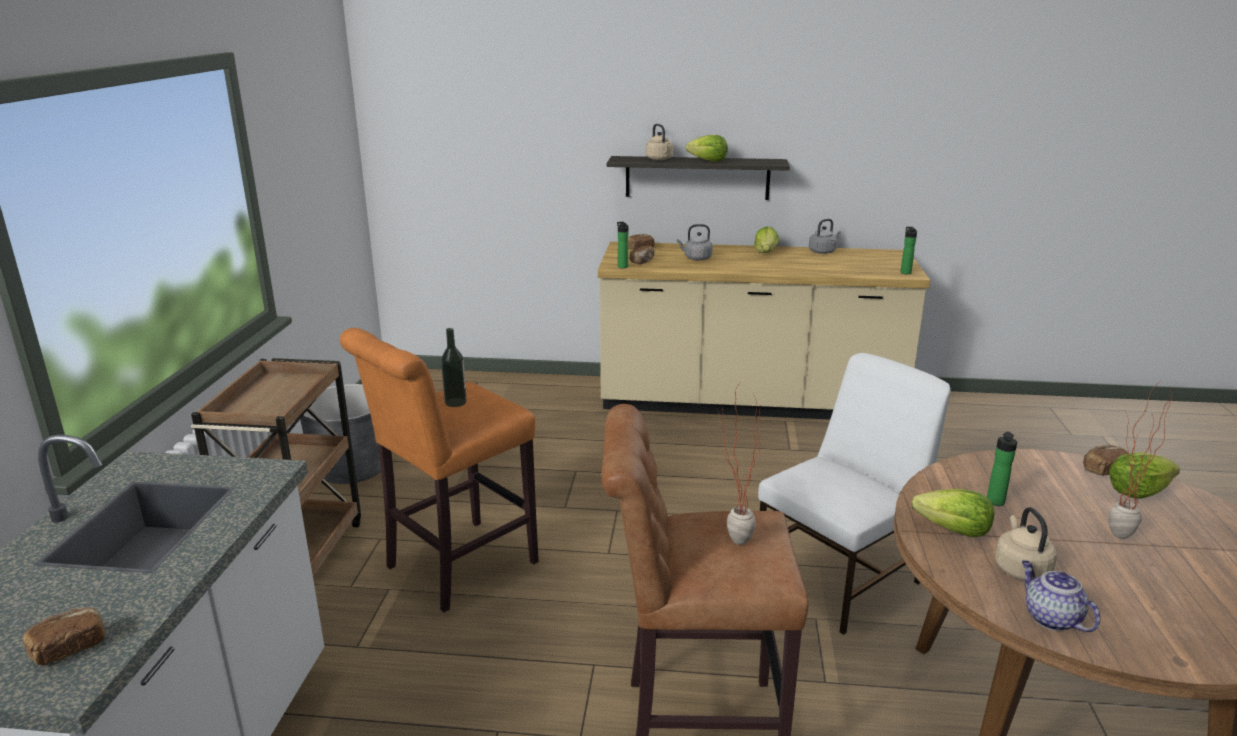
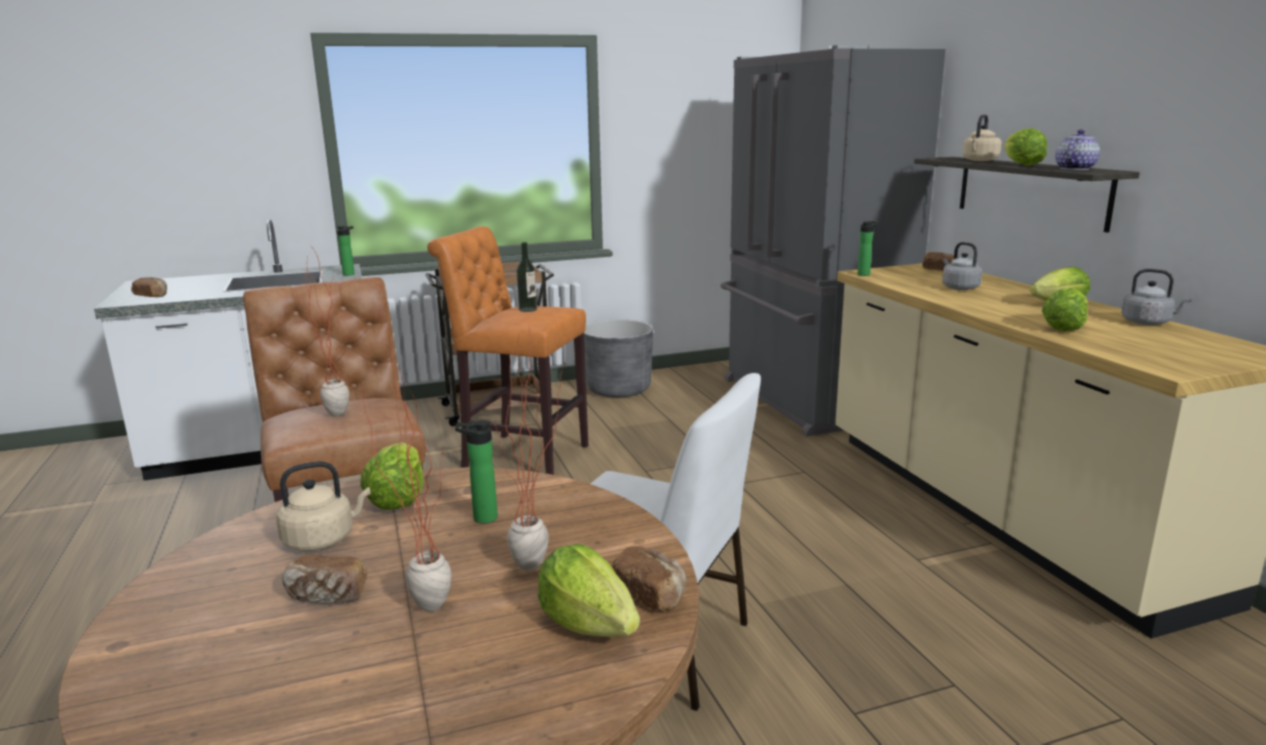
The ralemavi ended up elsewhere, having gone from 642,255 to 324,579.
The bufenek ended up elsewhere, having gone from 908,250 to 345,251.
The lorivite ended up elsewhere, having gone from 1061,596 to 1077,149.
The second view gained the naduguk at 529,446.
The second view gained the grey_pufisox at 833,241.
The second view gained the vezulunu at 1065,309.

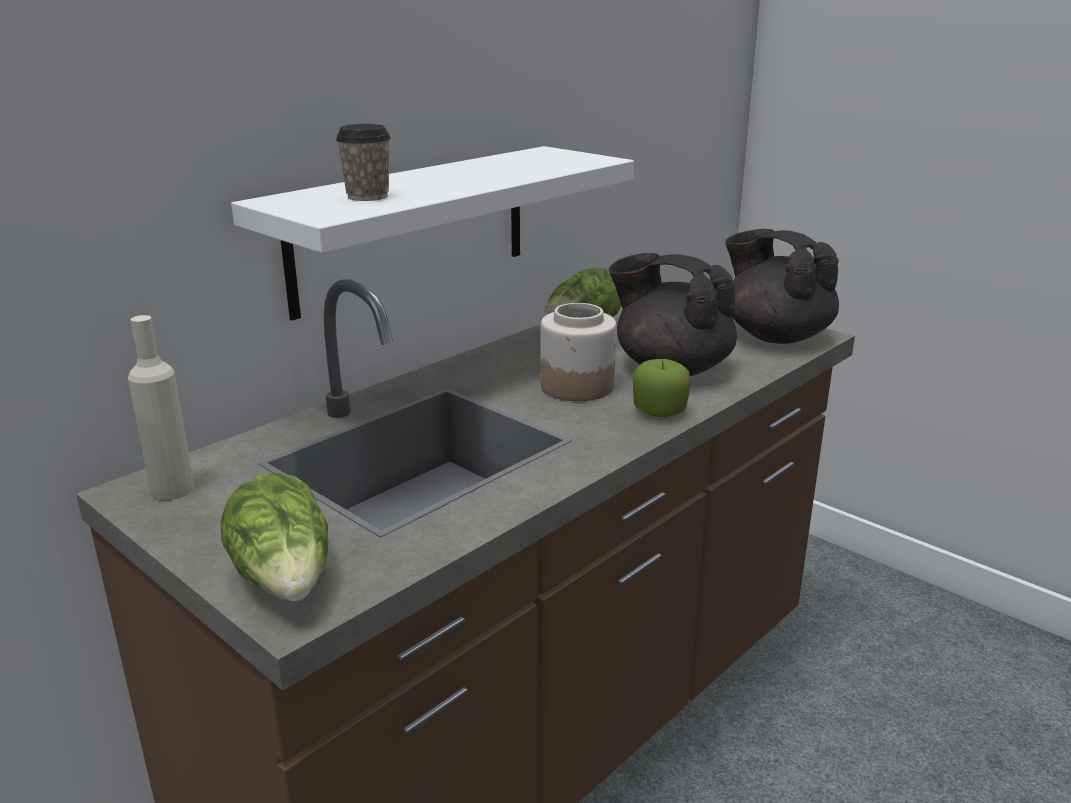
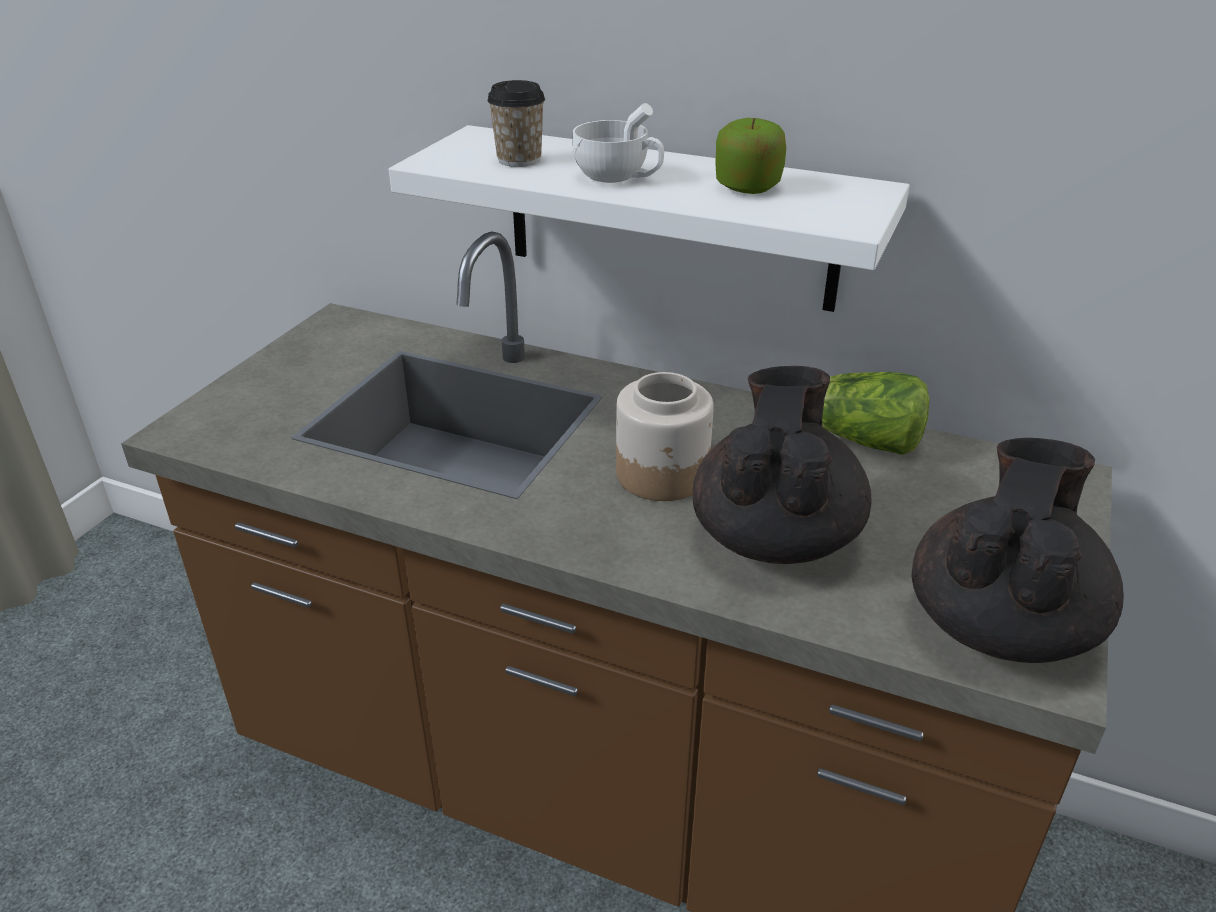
The second view lost the beige_bufenek at 161,407.
The second view lost the vezulunu at 274,537.
The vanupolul ended up elsewhere, having gone from 662,388 to 750,156.
The second view gained the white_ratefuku at 618,143.

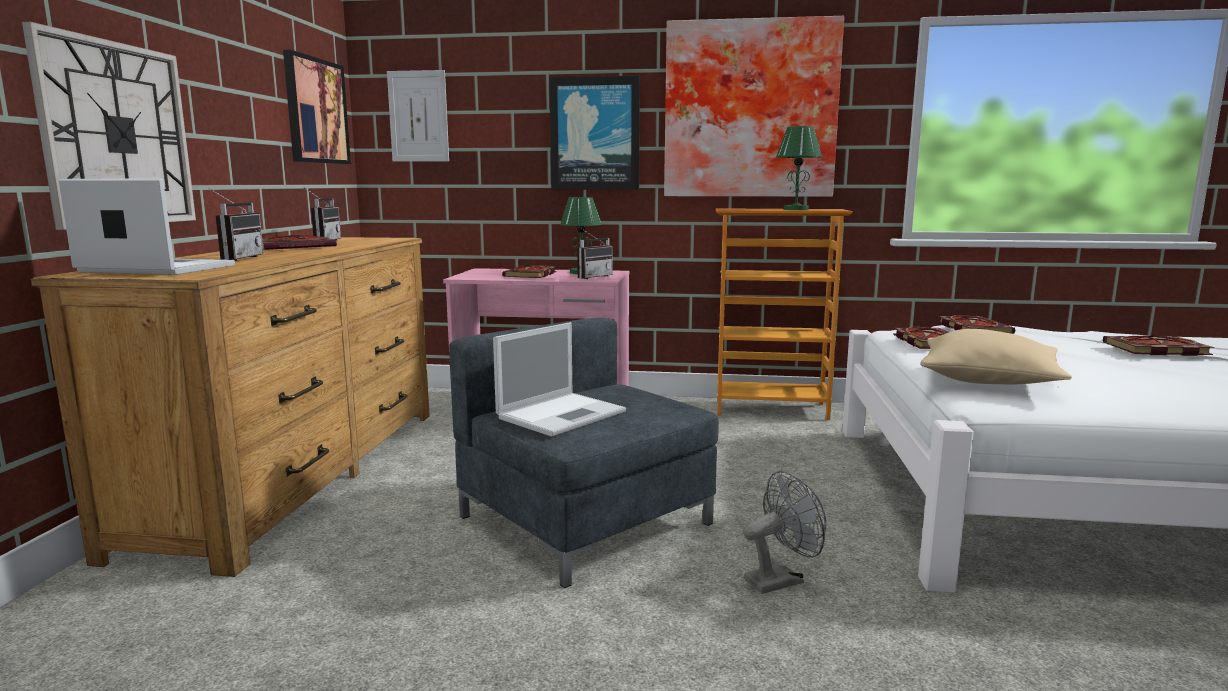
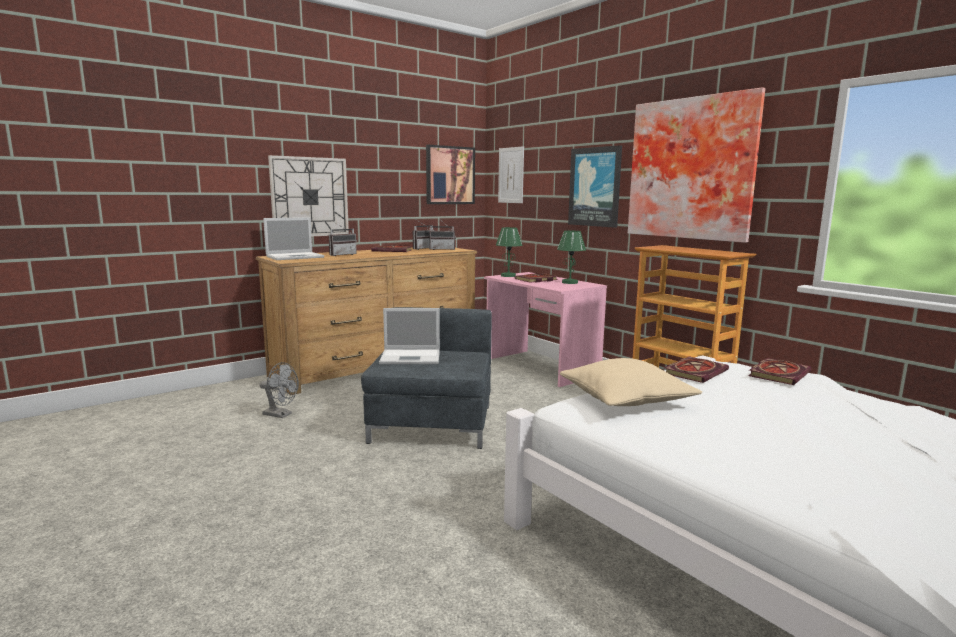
The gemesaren at 147,227 ended up facing another way, 90 degrees clockwise from before.
The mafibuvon ended up elsewhere, having gone from 594,253 to 442,235.
The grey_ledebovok ended up elsewhere, having gone from 784,532 to 279,390.
The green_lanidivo ended up elsewhere, having gone from 799,168 to 509,252.
The second view lost the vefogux at 1158,345.

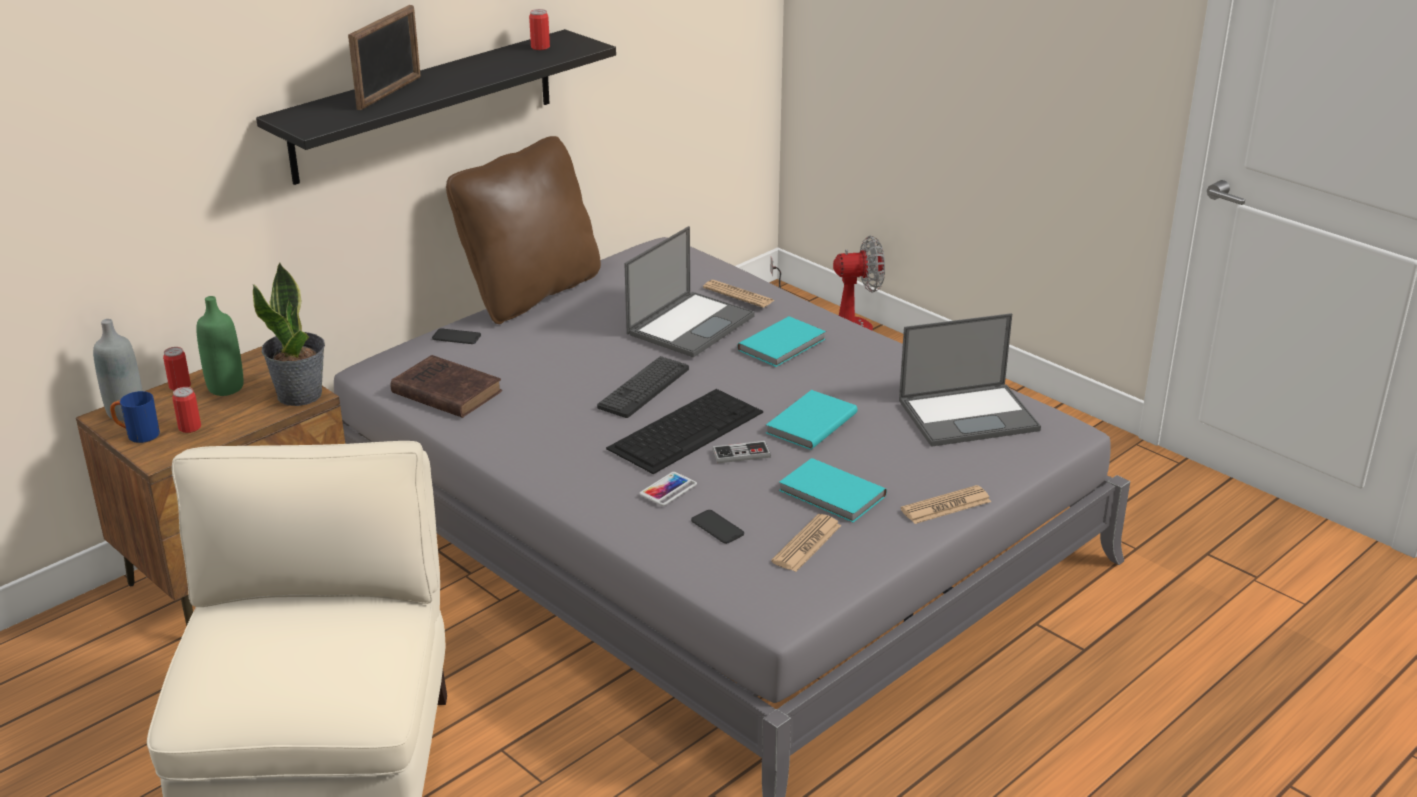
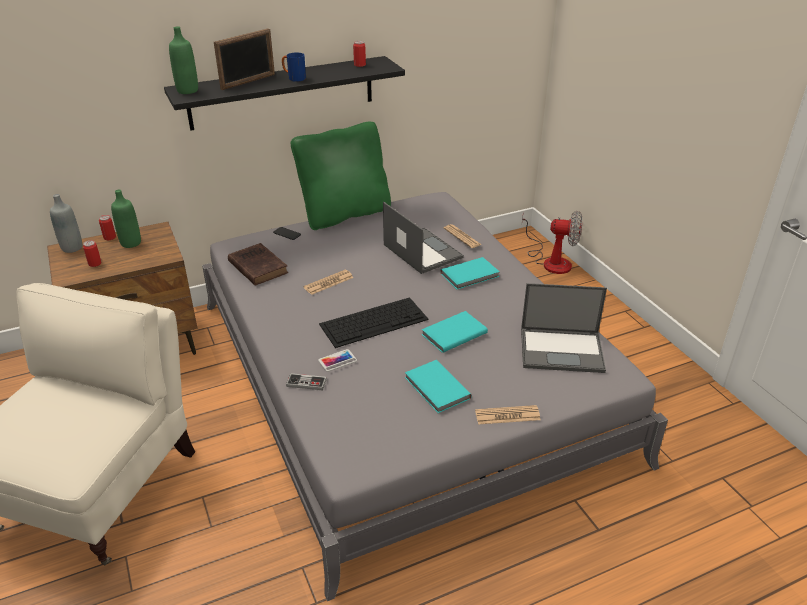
The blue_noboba ended up elsewhere, having gone from 135,417 to 294,67.
The second view lost the naduguk at 289,334.
What was the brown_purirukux at 523,230 turned into the green_purirukux at 341,176.
The second view lost the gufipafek at 643,387.
The gemesaren at 689,292 ended up facing another way, 90 degrees counterclockwise from before.
The second view lost the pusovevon at 717,527.
The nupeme ended up elsewhere, having gone from 741,452 to 306,381.
The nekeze ended up elsewhere, having gone from 806,543 to 328,282.
The second view gained the green_bufenek at 183,60.

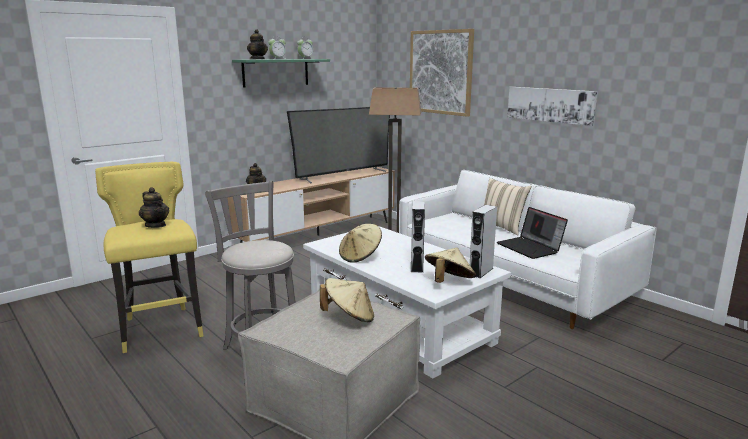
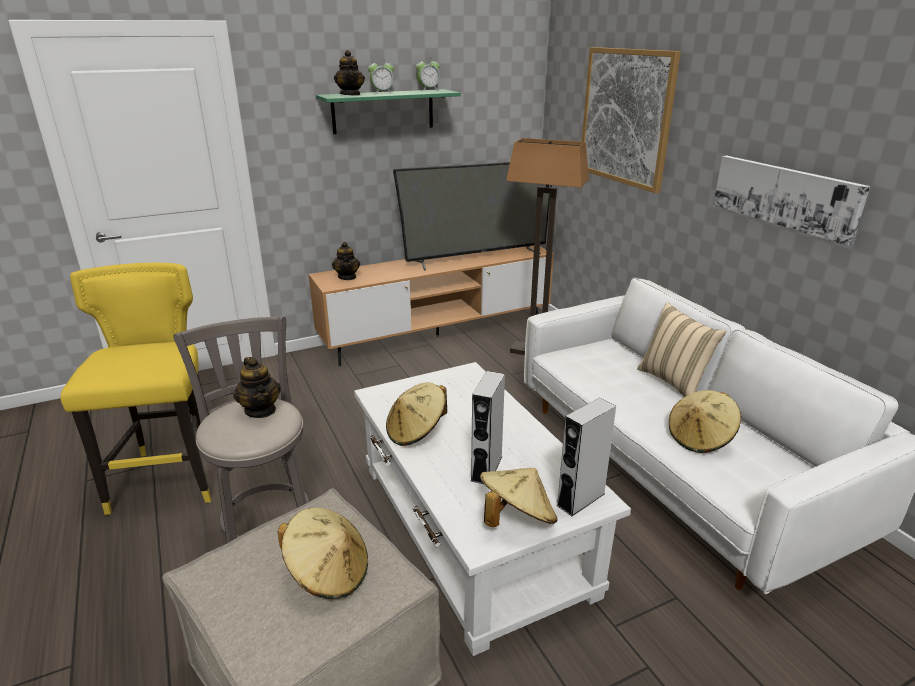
The lorivite ended up elsewhere, having gone from 154,207 to 257,387.
Where the gemesaren stood at 532,233, the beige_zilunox came to stand at 705,421.

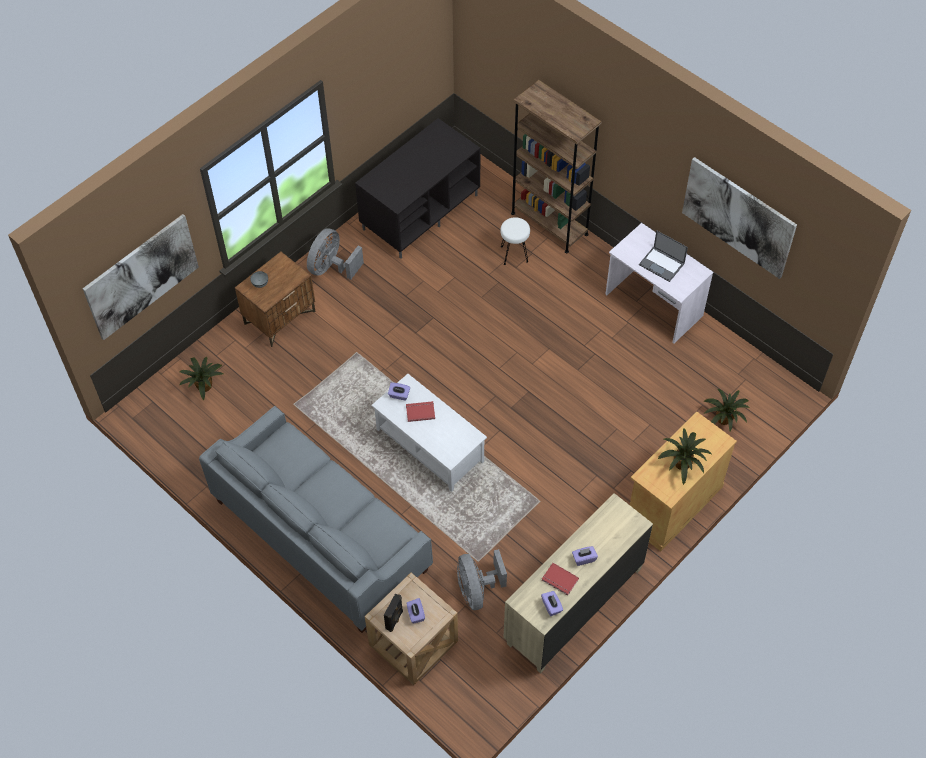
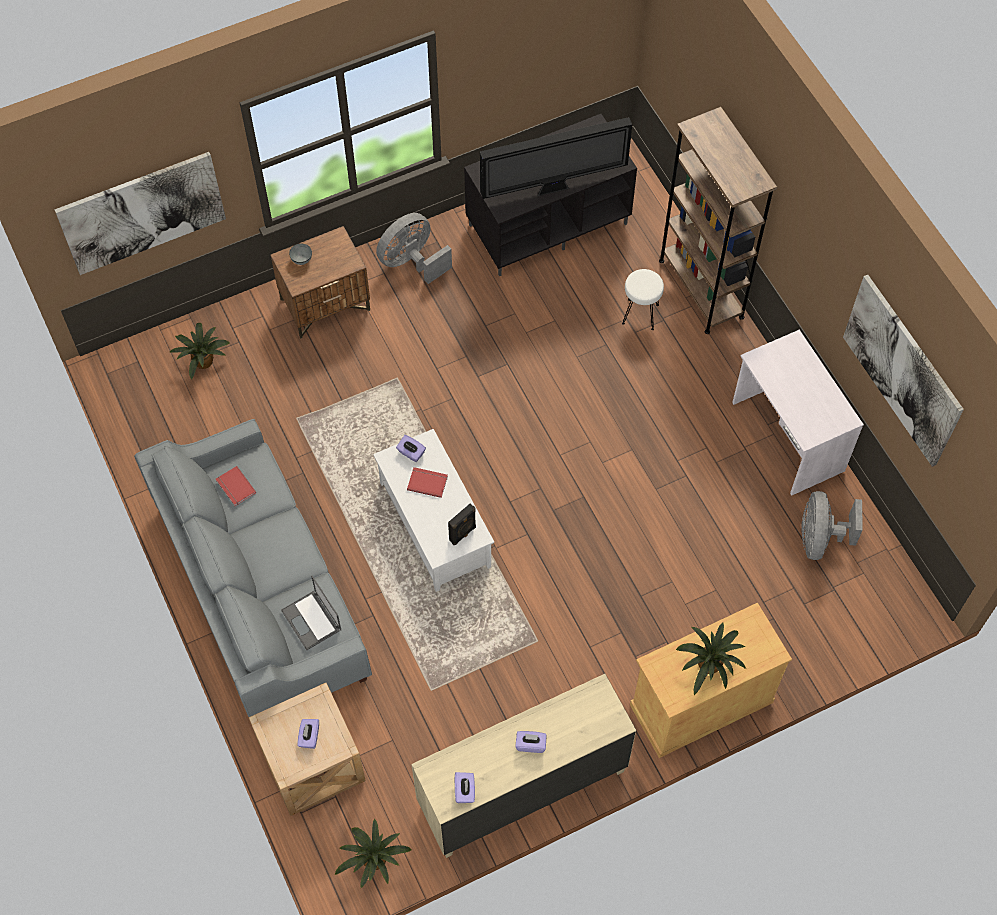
The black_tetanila ended up elsewhere, having gone from 393,612 to 462,524.
The grey_ledebovok ended up elsewhere, having gone from 482,579 to 832,525.
The red_vefogux ended up elsewhere, having gone from 560,579 to 236,486.
The gemesaren ended up elsewhere, having gone from 663,256 to 311,613.
The naduguk ended up elsewhere, having gone from 727,410 to 373,853.
The second view gained the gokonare at 556,158.

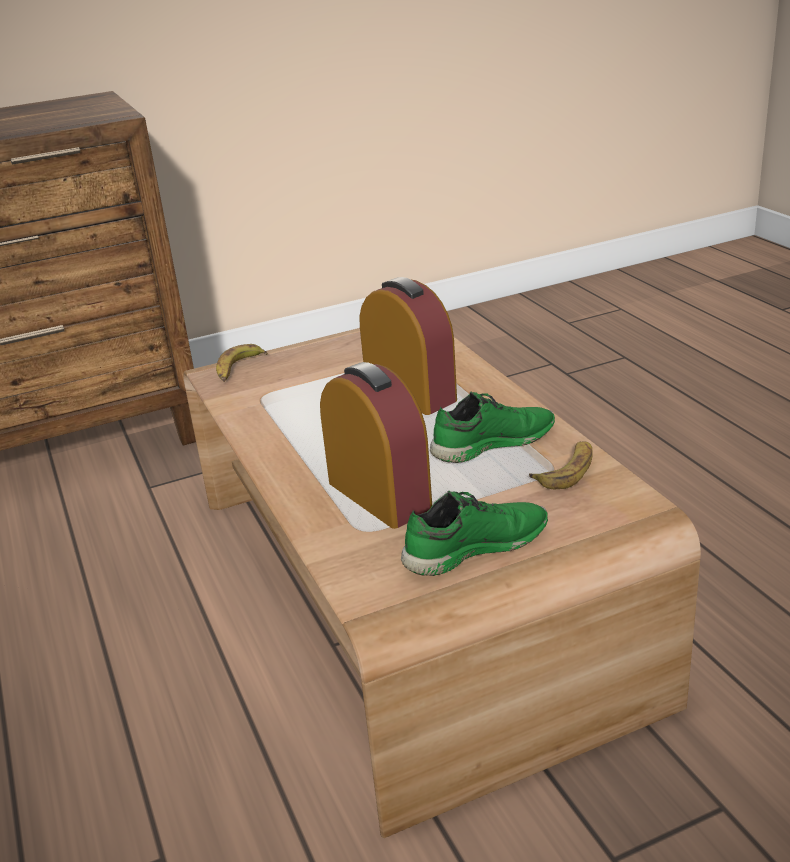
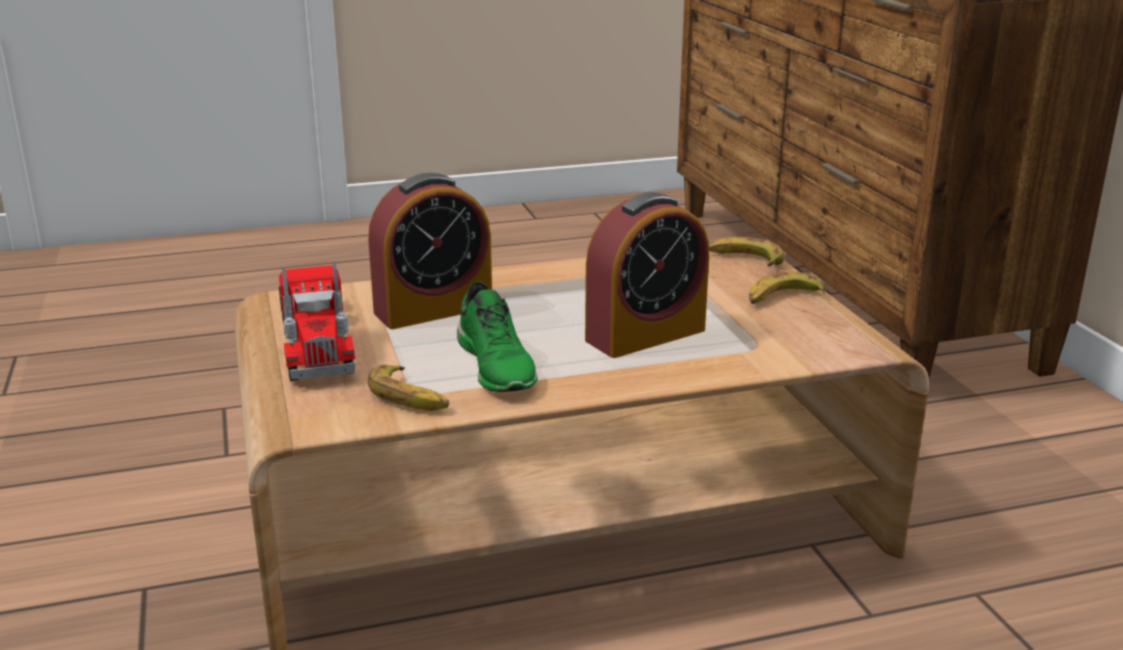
Where the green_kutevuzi stood at 474,533, the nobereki came to stand at 317,322.
The second view gained the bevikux at 787,288.

